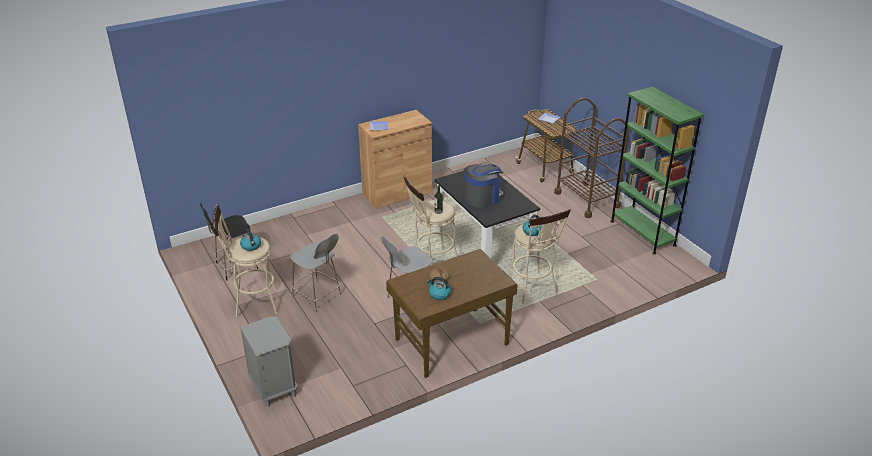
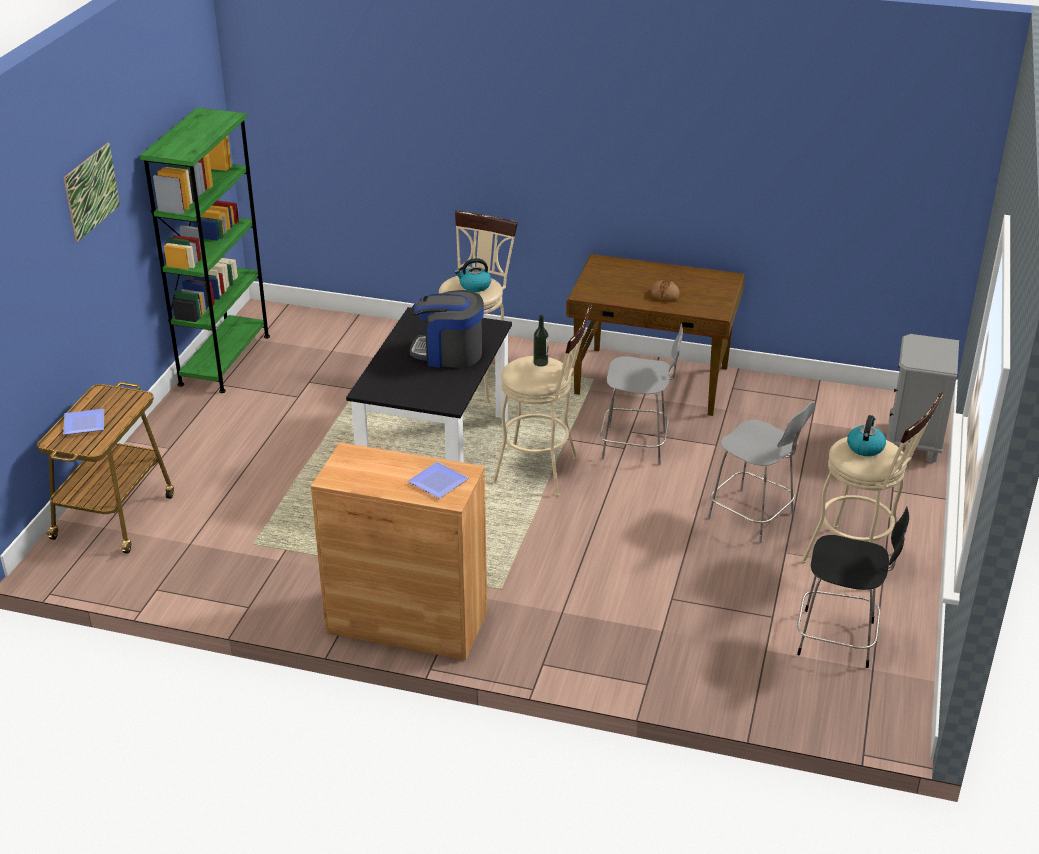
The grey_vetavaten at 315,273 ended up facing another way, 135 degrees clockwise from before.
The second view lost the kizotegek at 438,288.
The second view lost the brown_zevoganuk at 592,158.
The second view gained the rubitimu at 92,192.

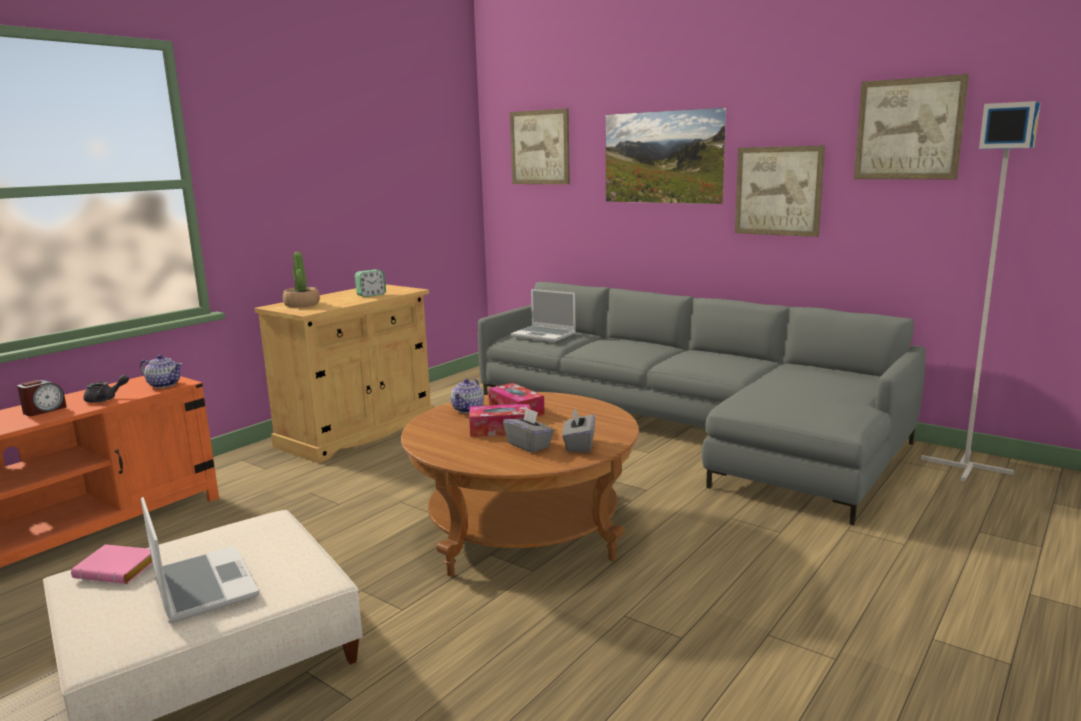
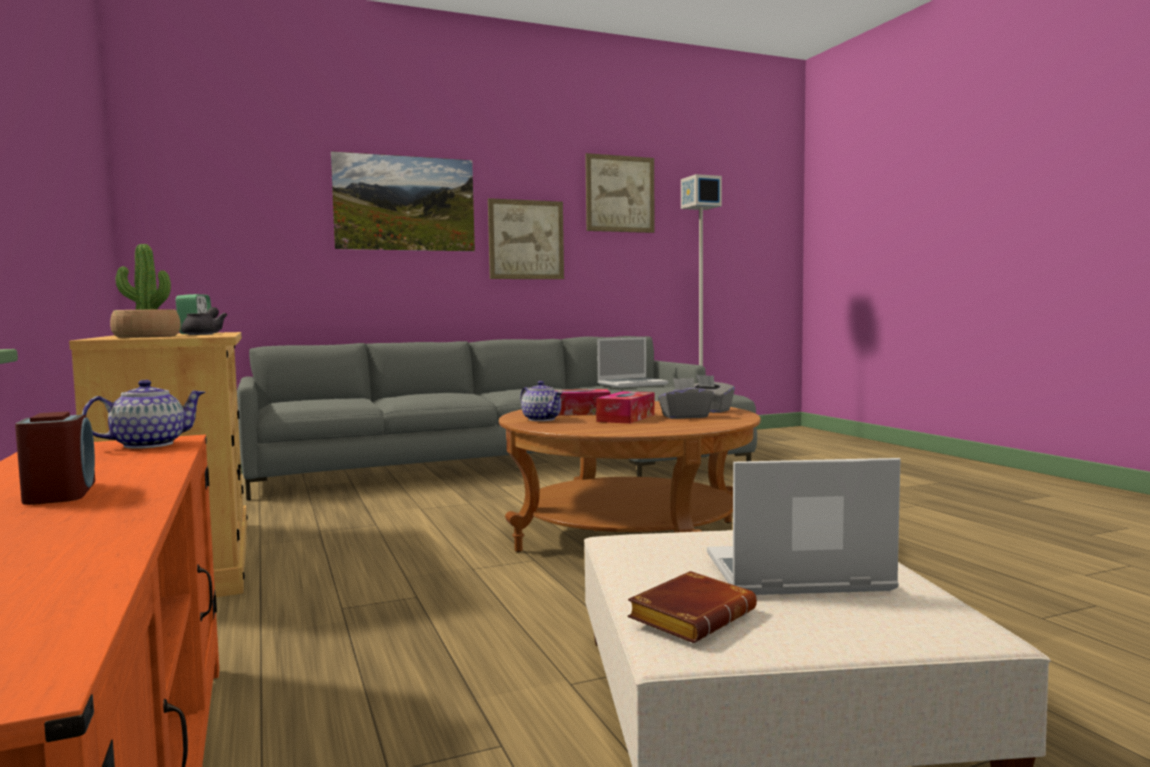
What was the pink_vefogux at 111,564 turned into the brown_vefogux at 692,607.
The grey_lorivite ended up elsewhere, having gone from 106,389 to 204,321.
The second view lost the rubitimu at 540,146.
The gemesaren ended up elsewhere, having gone from 543,315 to 632,362.

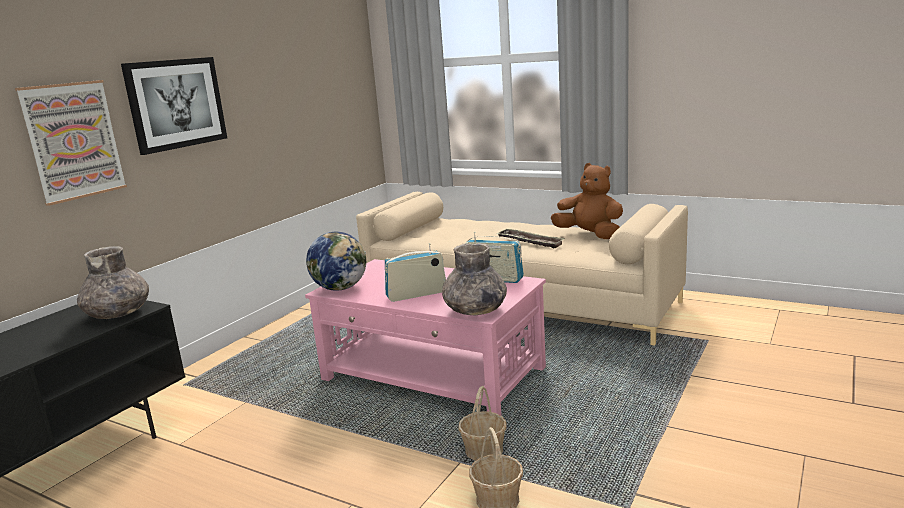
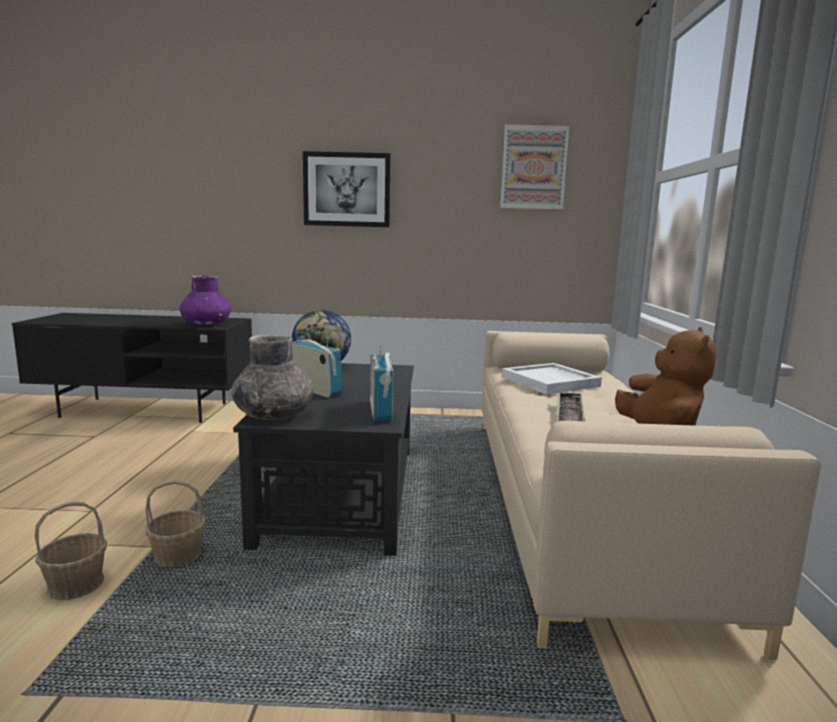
The rubitimu ended up elsewhere, having gone from 71,143 to 535,166.
What was the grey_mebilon at 113,282 turned into the purple_mebilon at 205,301.
What was the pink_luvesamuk at 425,337 turned into the black_luvesamuk at 323,459.
The second view gained the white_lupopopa at 552,379.

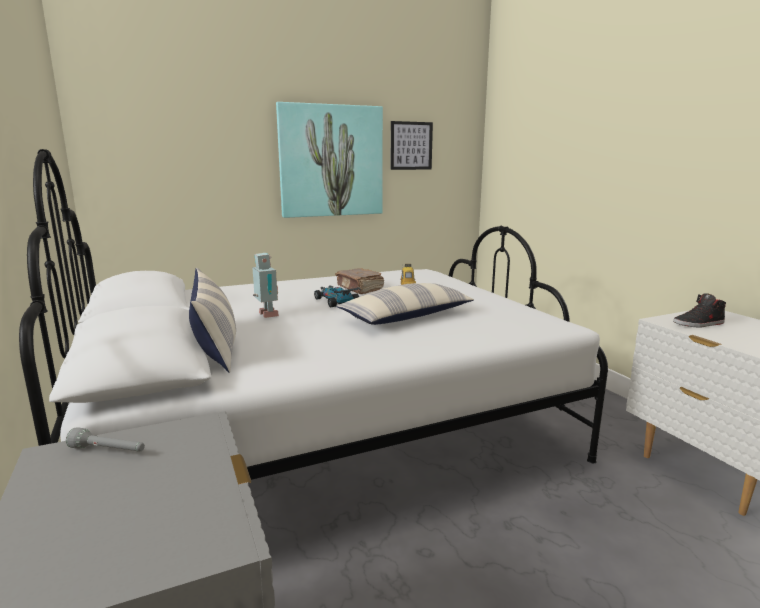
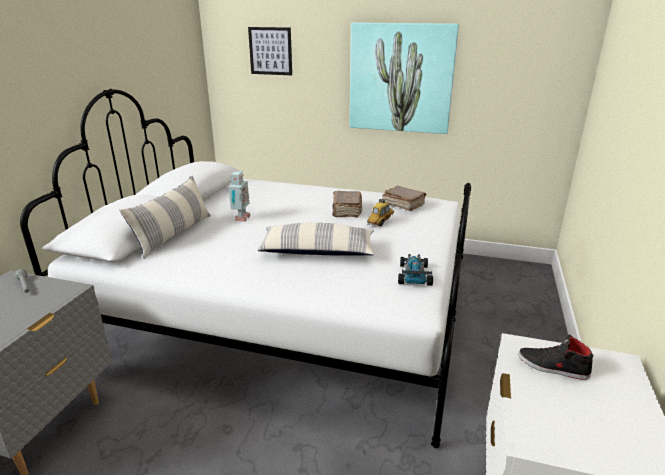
The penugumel ended up elsewhere, having gone from 337,295 to 415,270.
The rubitimu ended up elsewhere, having gone from 412,145 to 270,51.
The second view gained the brown_vefogux at 404,198.

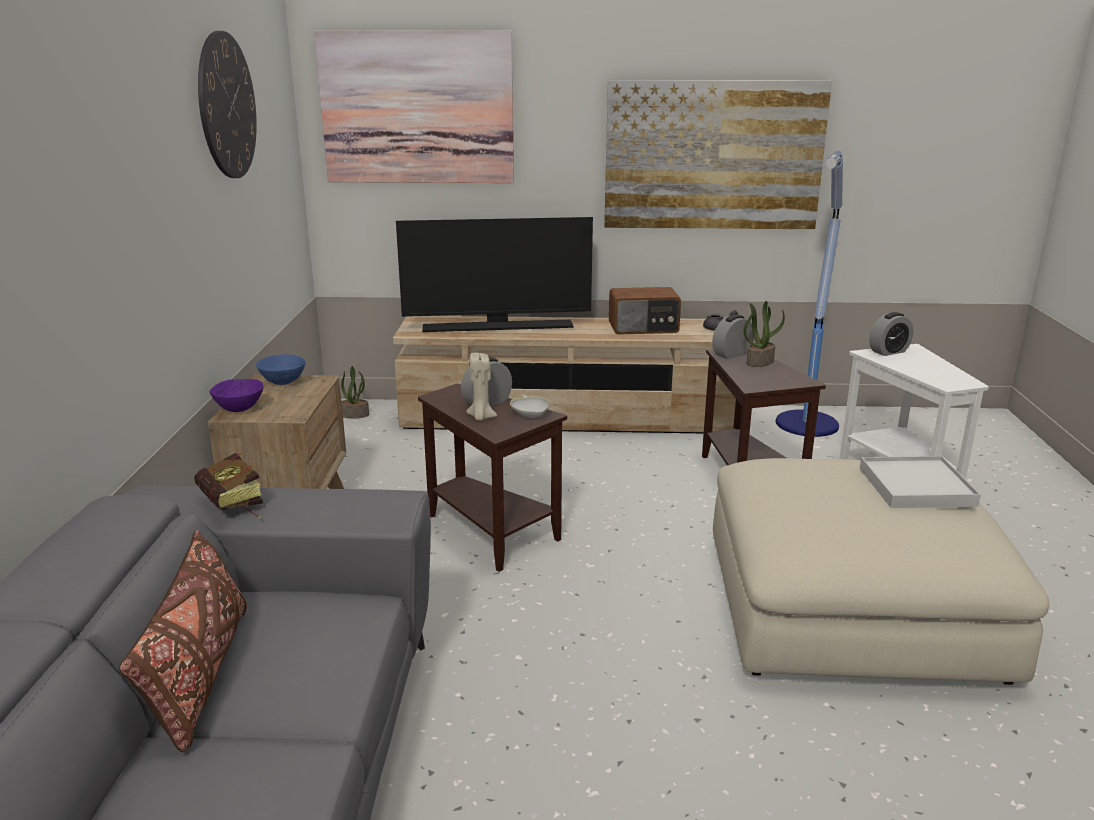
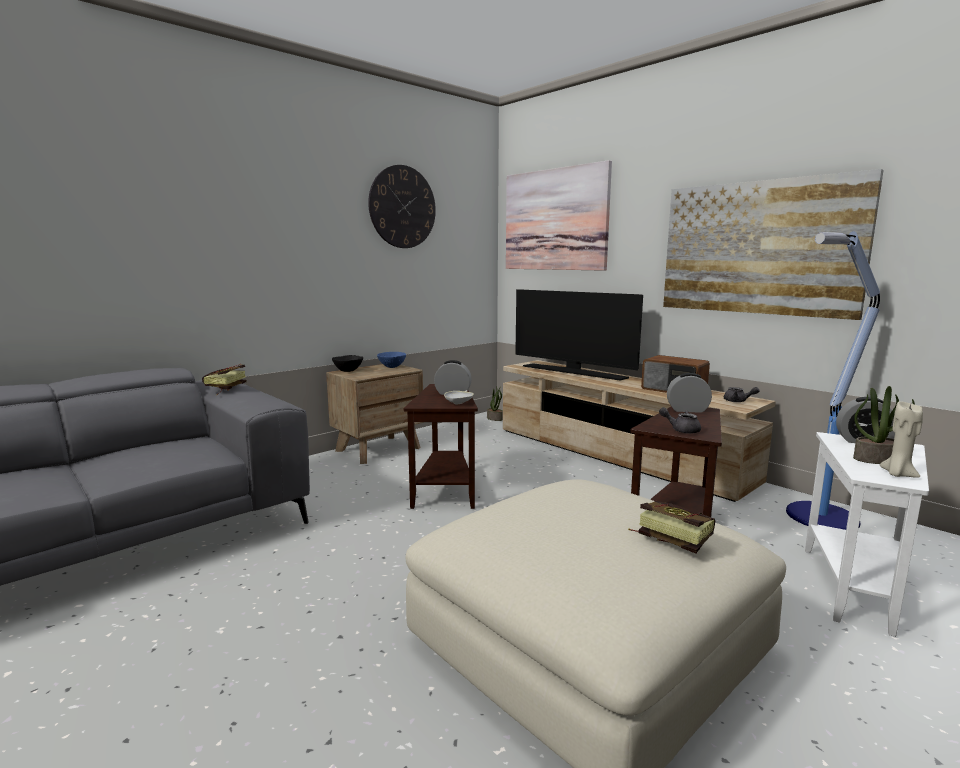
The second view lost the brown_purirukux at 183,641.
What was the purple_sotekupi at 237,395 turned into the black_sotekupi at 347,363.
The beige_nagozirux ended up elsewhere, having gone from 481,387 to 901,439.
The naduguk ended up elsewhere, having gone from 764,334 to 884,425.
Where the white_lupopopa stood at 920,482, the vefogux came to stand at 671,527.
The second view gained the grey_lorivite at 680,420.

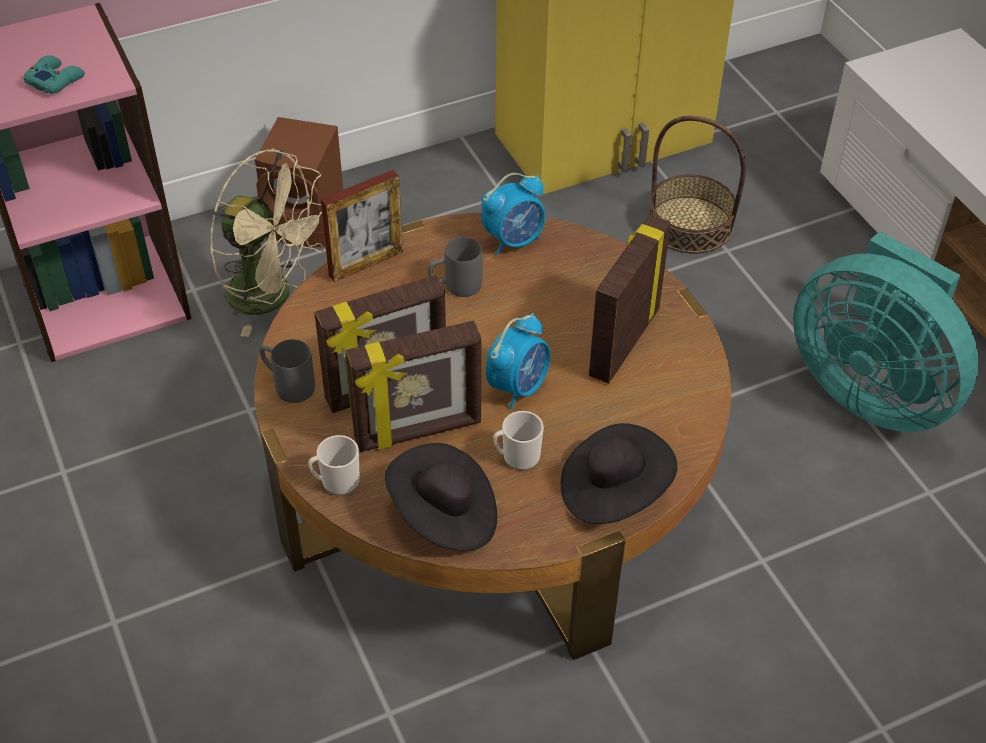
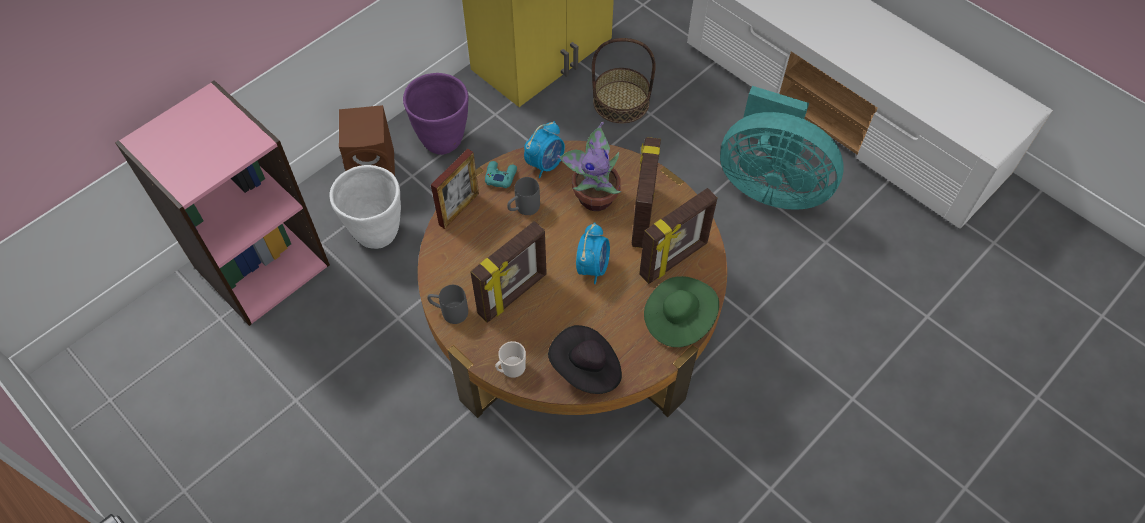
The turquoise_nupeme ended up elsewhere, having gone from 54,74 to 501,174.
Where the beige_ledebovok stood at 266,243, the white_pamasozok came to stand at 365,207.
The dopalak ended up elsewhere, having gone from 413,386 to 678,236.
The second view lost the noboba at 518,440.
What was the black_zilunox at 619,473 turned into the green_zilunox at 681,311.
The second view gained the purple_pamasozok at 436,114.
The second view gained the naduguk at 589,166.

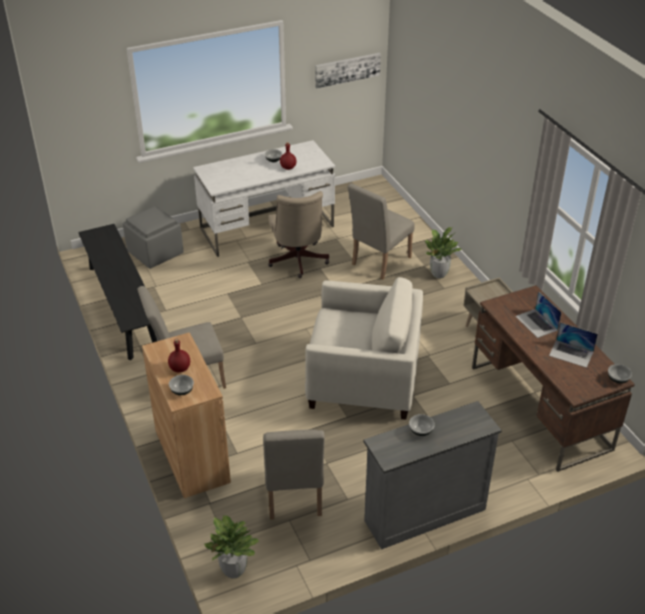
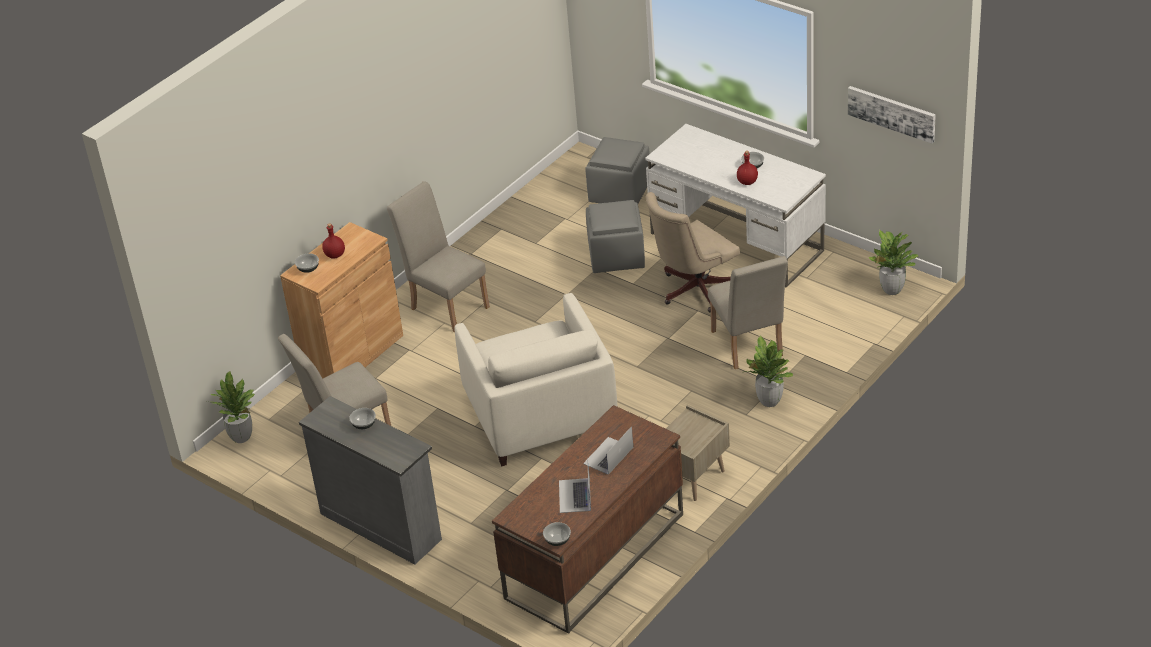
The second view lost the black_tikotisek at 117,292.
The beige_vetavaten at 381,231 ended up facing another way, 120 degrees counterclockwise from before.
The second view gained the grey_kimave at 615,236.
The second view gained the naduguk at 893,262.

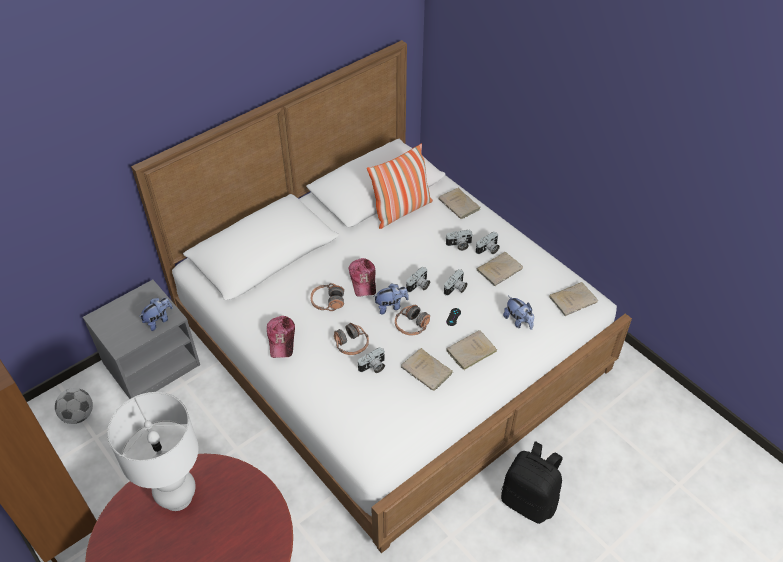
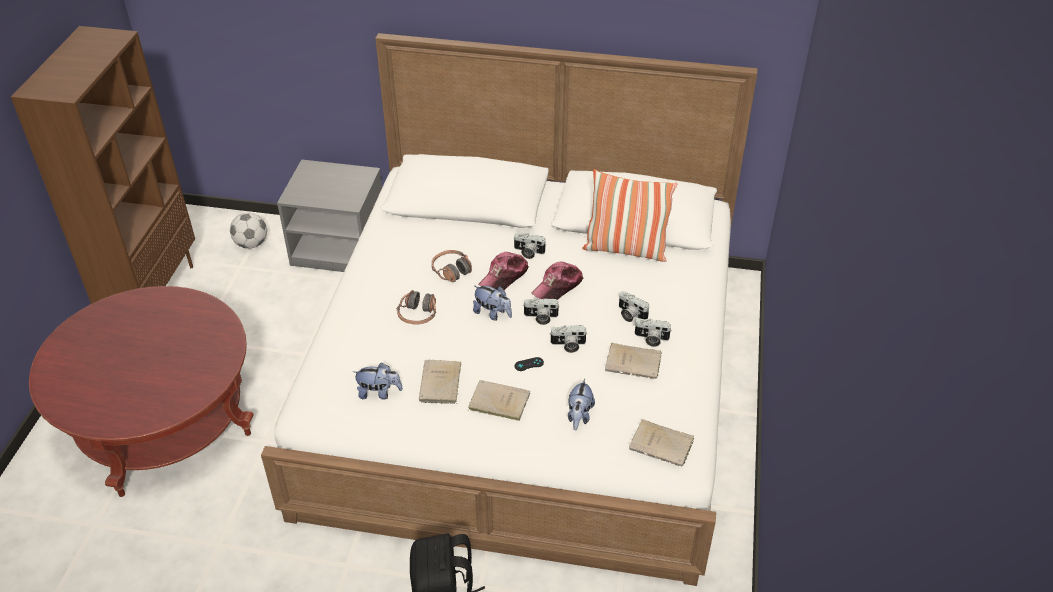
The second view lost the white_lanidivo at 153,451.
The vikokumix ended up elsewhere, having gone from 156,314 to 378,381.
The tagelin ended up elsewhere, having gone from 281,337 to 557,281.
The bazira ended up elsewhere, having gone from 371,360 to 529,246.
The second view lost the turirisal at 412,320.
The second view lost the beige_vefogux at 460,203.

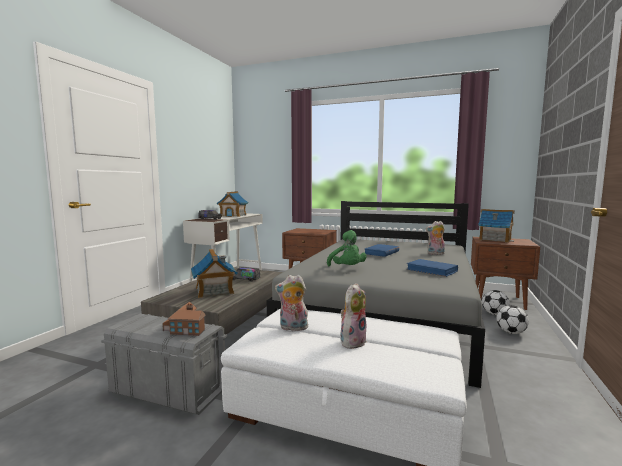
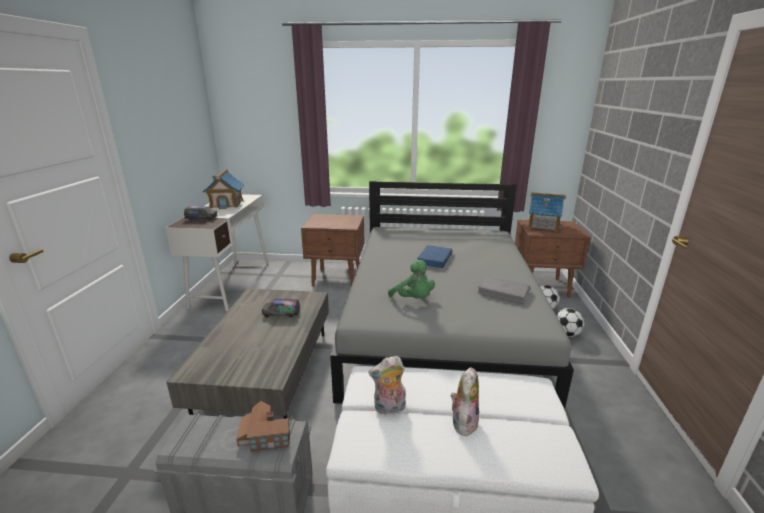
The second view lost the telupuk at 214,273.
What was the blue_vefogux at 432,268 turned into the grey_vefogux at 503,290.
The second view lost the vikokumix at 435,238.

